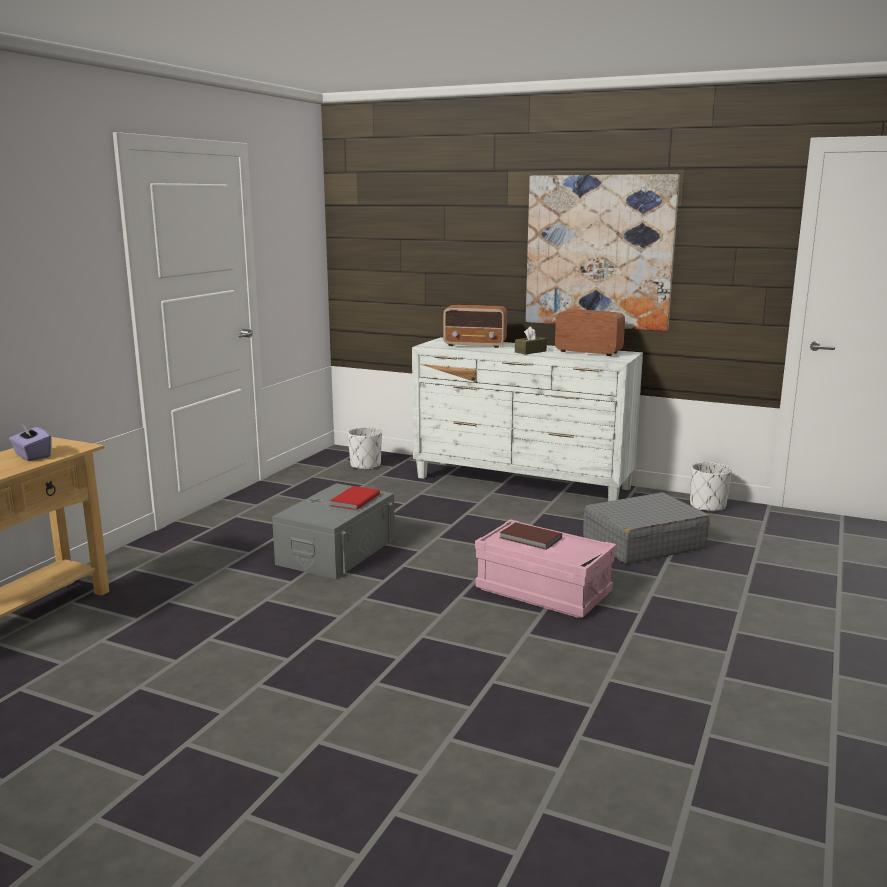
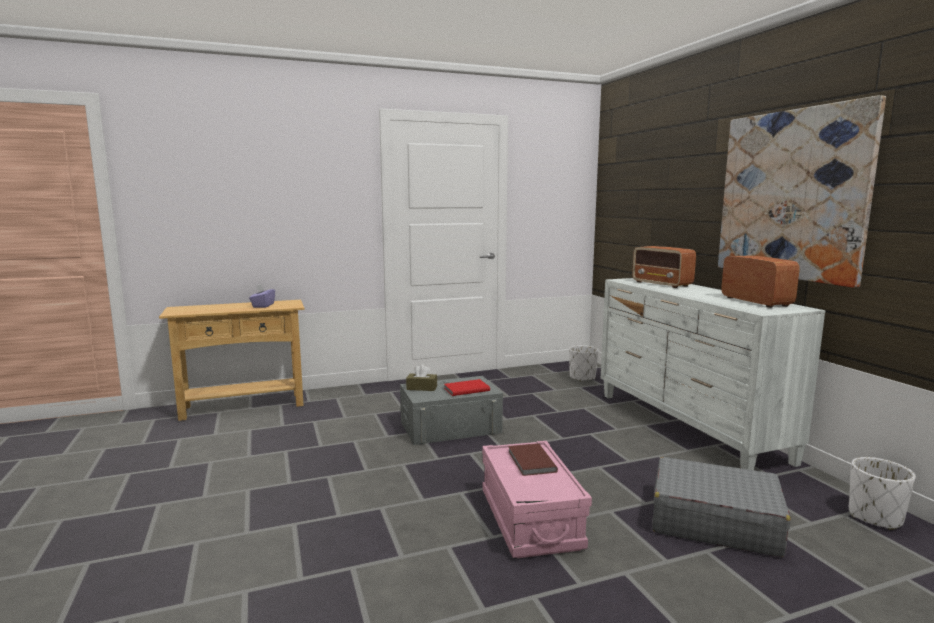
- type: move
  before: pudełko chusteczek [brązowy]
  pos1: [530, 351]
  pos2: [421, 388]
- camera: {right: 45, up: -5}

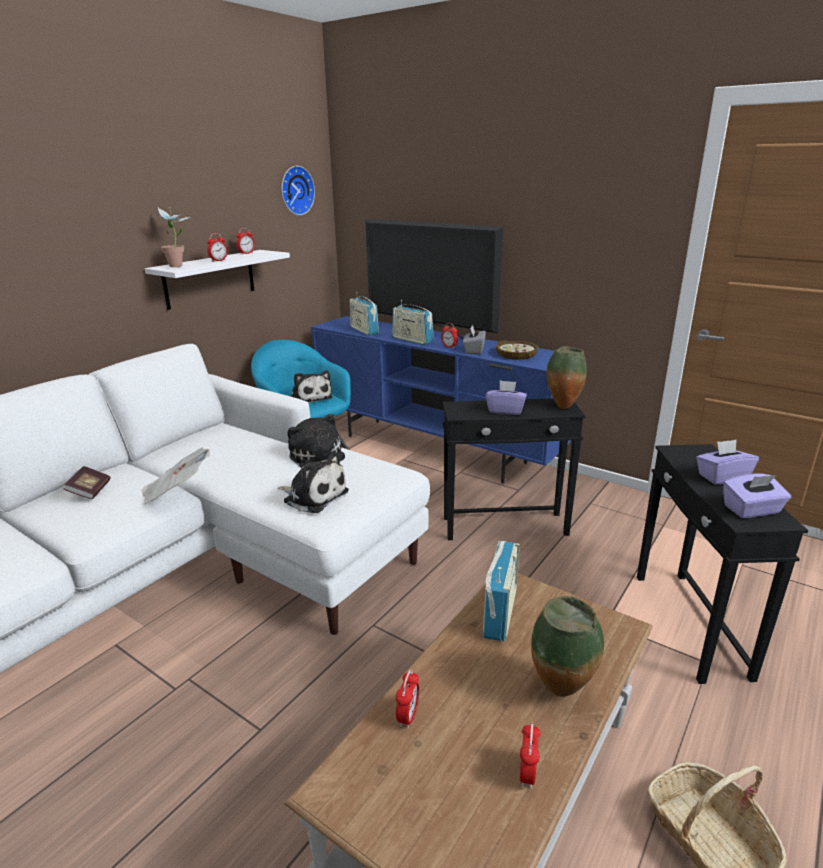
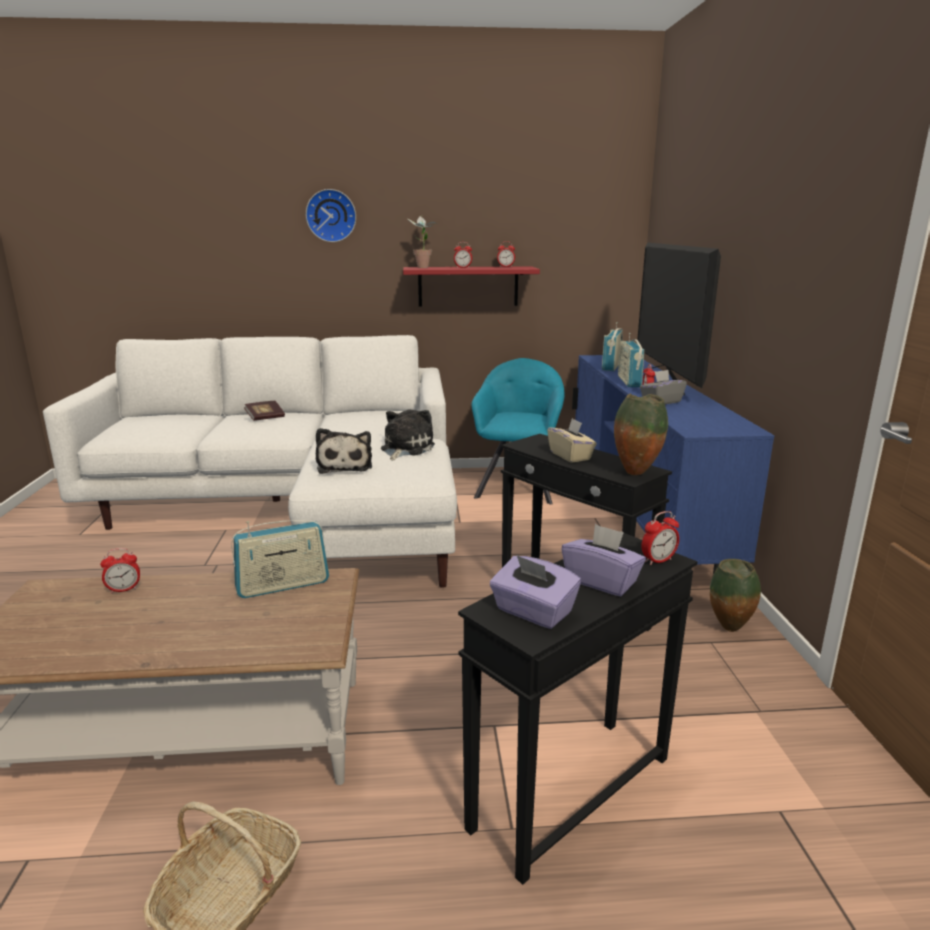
- type: delete
  before: gazeta
  pos1: [177, 492]
- type: recolor
  before: półka [biały]
  after: półka [czerwony]
  pos1: [210, 279]
  pos2: [468, 286]
- type: move
  before: zegar ścienny
  pos1: [295, 190]
  pos2: [331, 216]
- type: delete
  before: pluszak
  pos1: [310, 398]
- type: recolor
  before: pudełko chusteczek [fioletowy]
  after: pudełko chusteczek [beżowy]
  pos1: [505, 410]
  pos2: [570, 456]
- type: delete
  before: miska
  pos1: [516, 354]
- type: move
  before: budzik
  pos1: [527, 773]
  pos2: [658, 561]
- type: move
  before: wazon
  pos1: [562, 693]
  pos2: [729, 630]
- camera: {right: 50, up: -5}

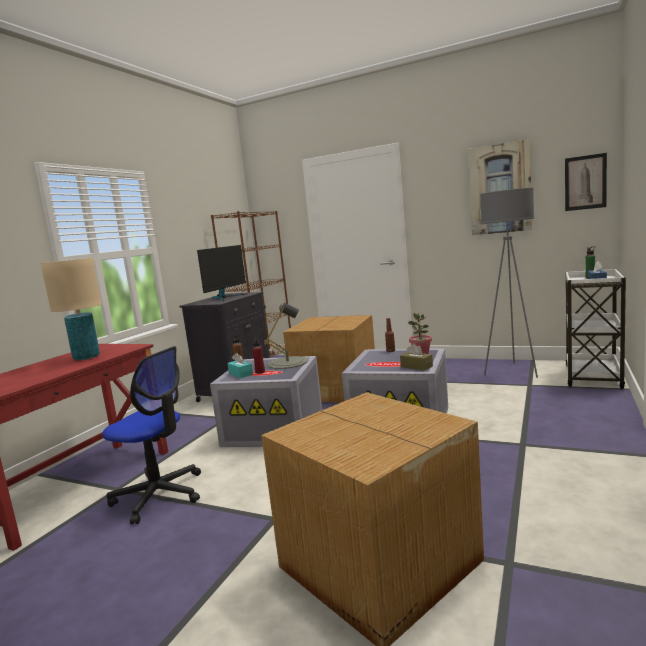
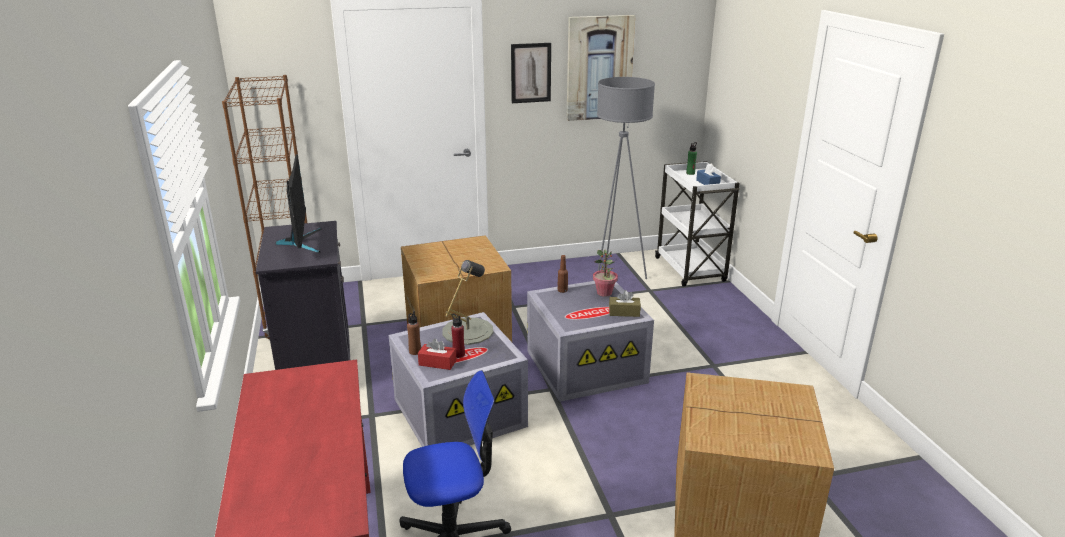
- type: delete
  before: lampa stołowa [beżowy]
  pos1: [86, 357]
- type: recolor
  before: pudełko chusteczek [turkusowy]
  after: pudełko chusteczek [czerwony]
  pos1: [240, 374]
  pos2: [437, 363]
- type: move
  before: obraz
  pos1: [585, 182]
  pos2: [531, 73]
- camera: {right: -40, up: 15}

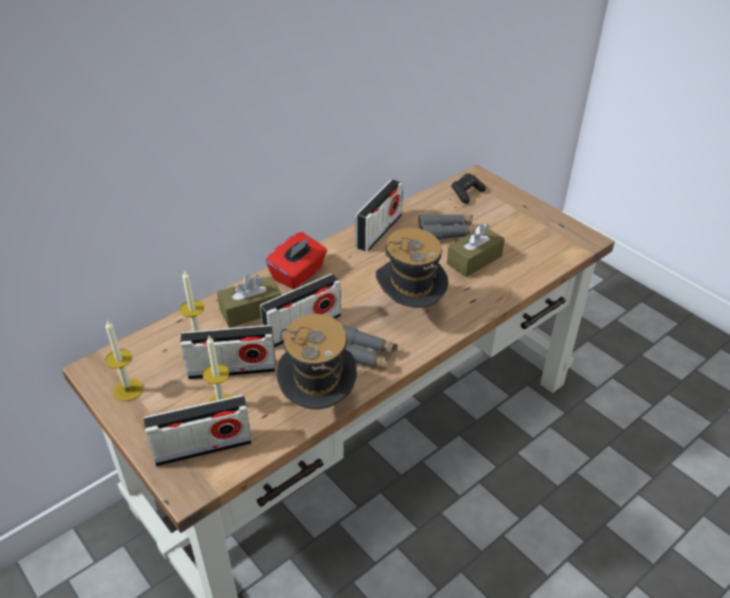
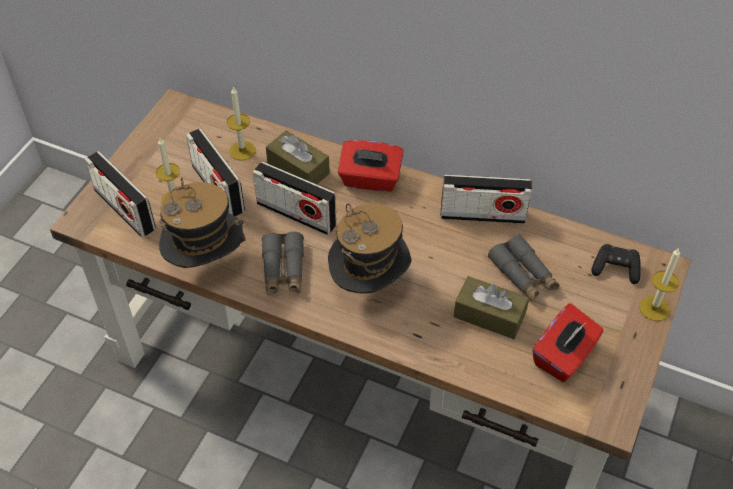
- type: move
  before: świeca
  pos1: [128, 390]
  pos2: [654, 308]
- type: insert
  after: pudełko chusteczek [czerwony]
  pos2: [564, 356]
- camera: {right: 65, up: 10}

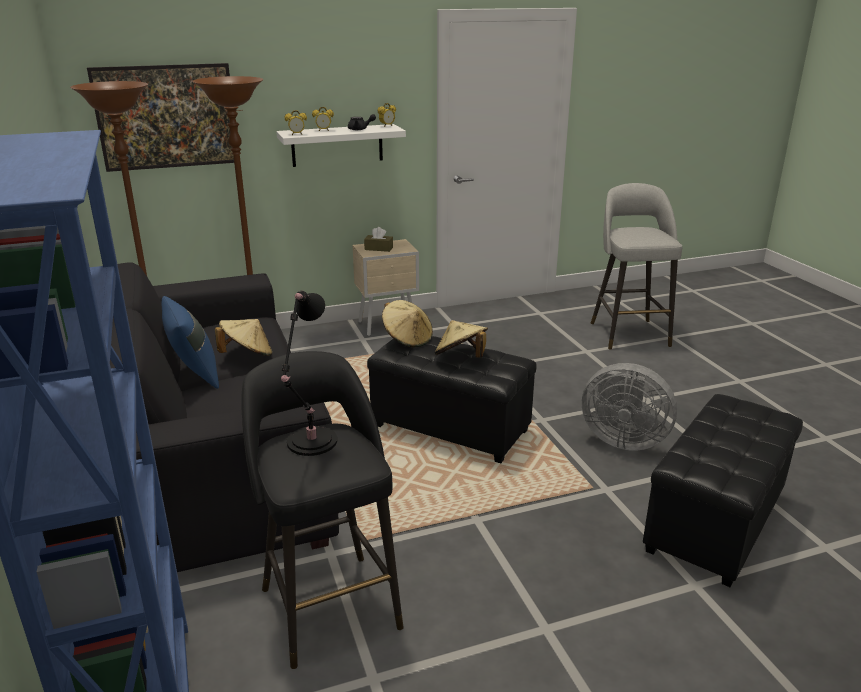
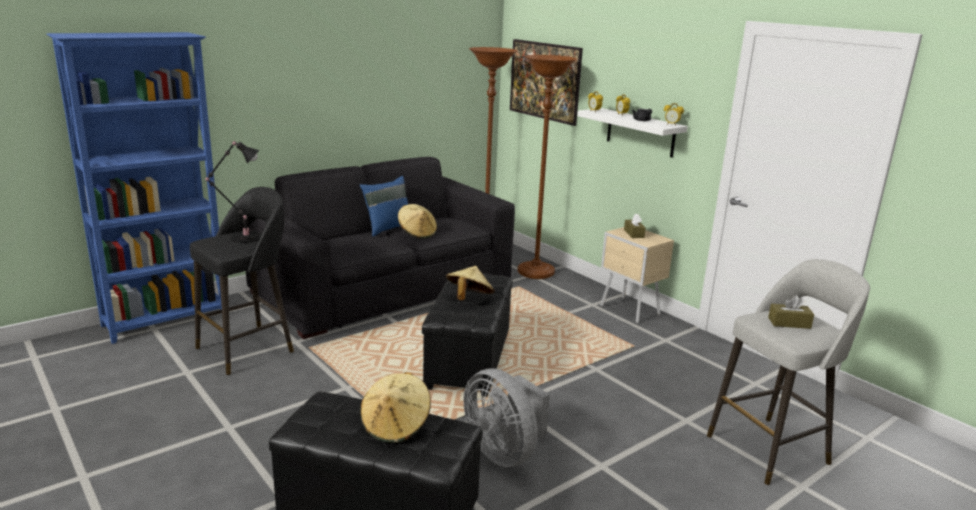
- type: move
  before: kapelusz [beżowy]
  pos1: [407, 339]
  pos2: [396, 426]
- type: rotate
  before: wentylator [szary]
  pos1: [622, 439]
  pos2: [504, 452]
  turn: -45
- type: insert
  after: pudełko chusteczek [brązowy]
  pos2: [789, 323]
- camera: {right: 70, up: -5}

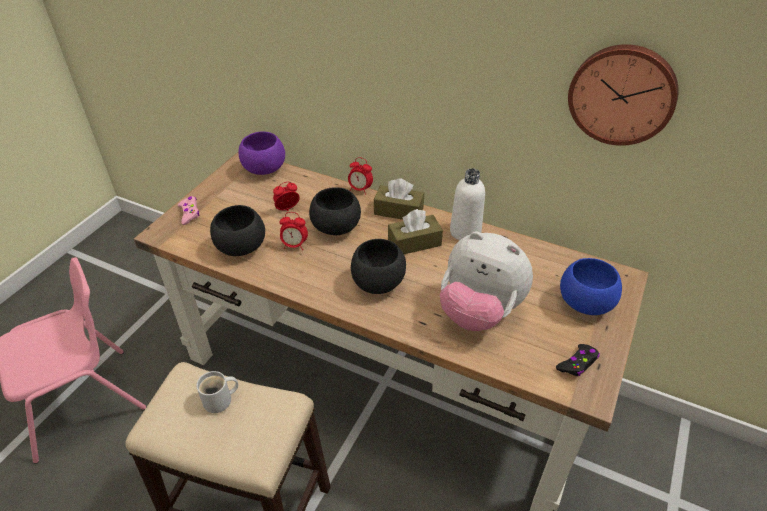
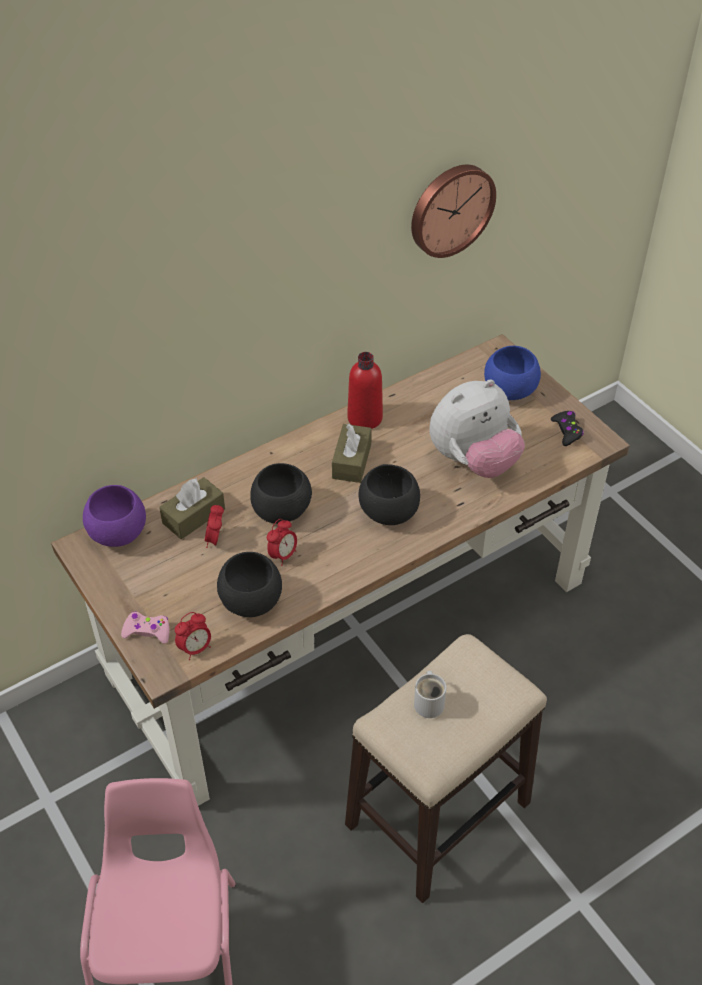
- type: move
  before: budzik
  pos1: [360, 189]
  pos2: [195, 648]
- type: move
  before: pudełko chusteczek [brązowy]
  pos1: [398, 211]
  pos2: [193, 516]
- type: recolor
  before: butelka [biały]
  after: butelka [czerwony]
  pos1: [465, 232]
  pos2: [365, 418]
- camera: {right: -60, up: 5}

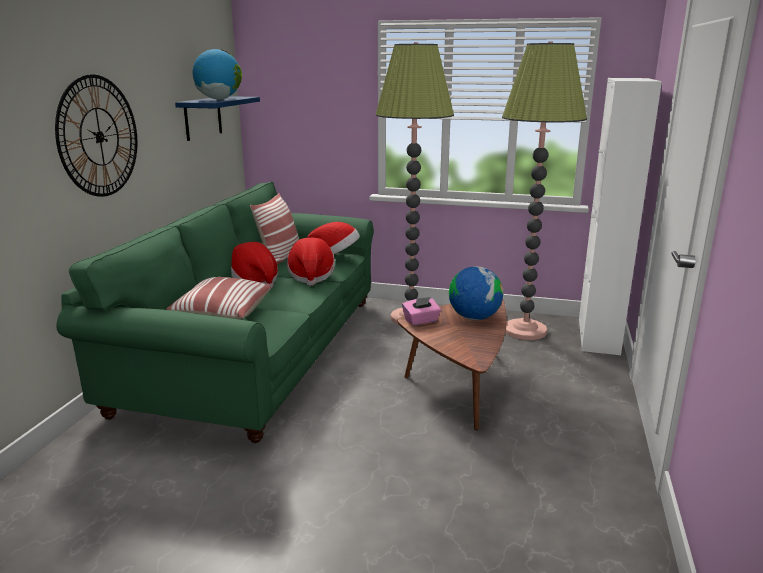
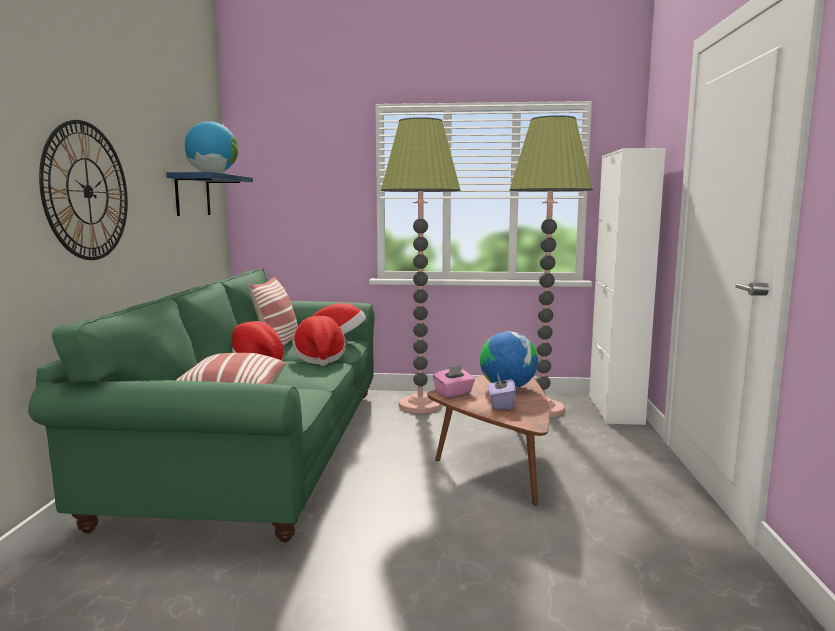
- type: insert
  after: pudełko chusteczek [fioletowy]
  pos2: [501, 404]
- camera: {right: -10, up: -10}

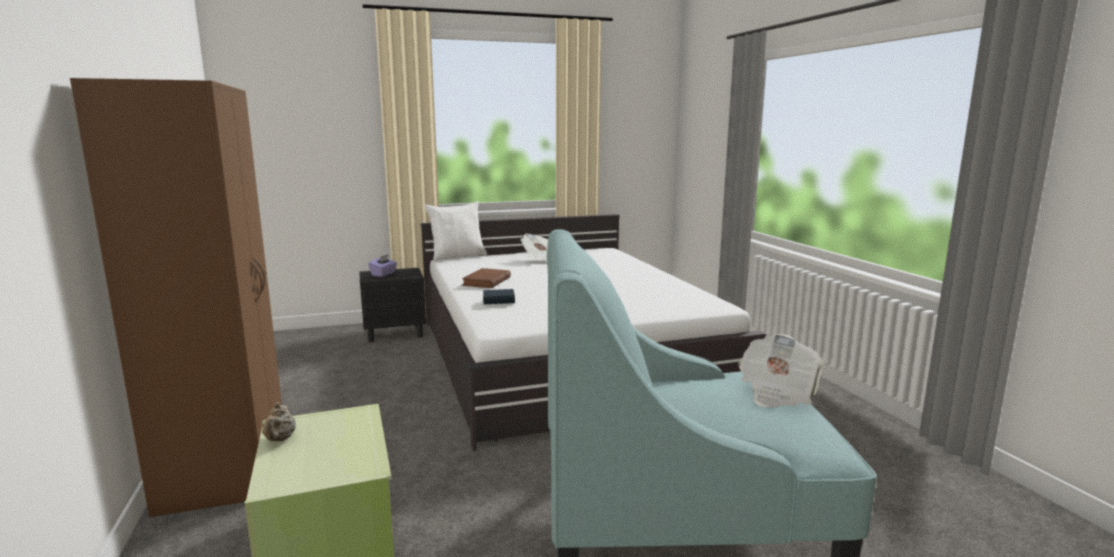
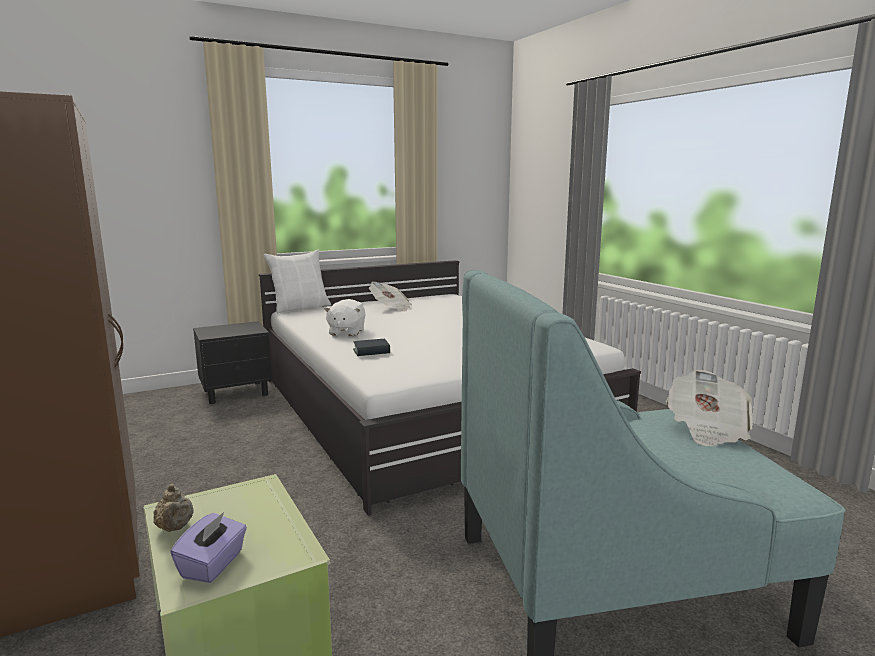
- type: move
  before: pudełko chusteczek [fioletowy]
  pos1: [384, 274]
  pos2: [213, 564]
- type: replace
  before: książka [brązowy]
  after: pluszak [biały]
  pos1: [486, 281]
  pos2: [346, 332]
- camera: {right: -10, up: 0}

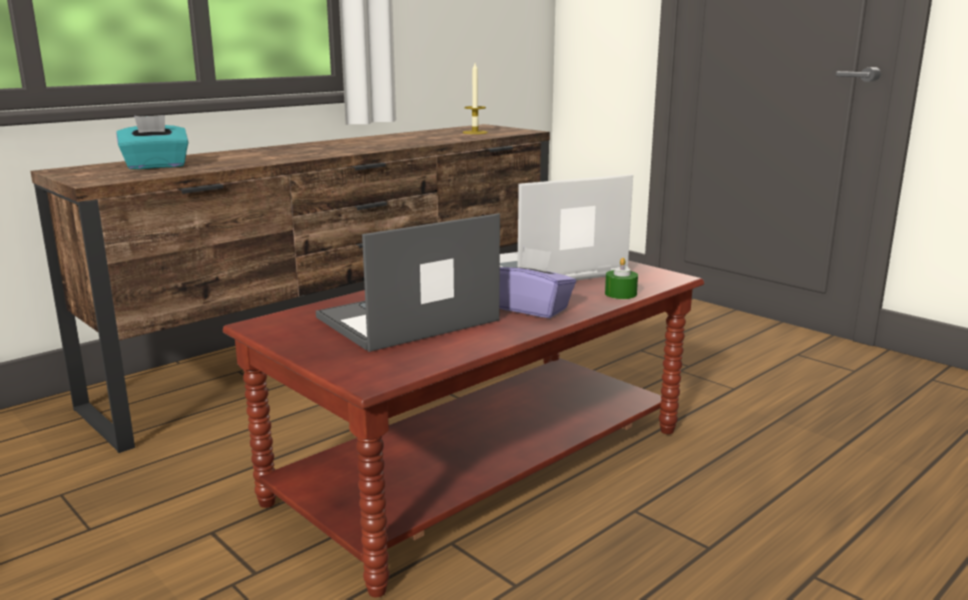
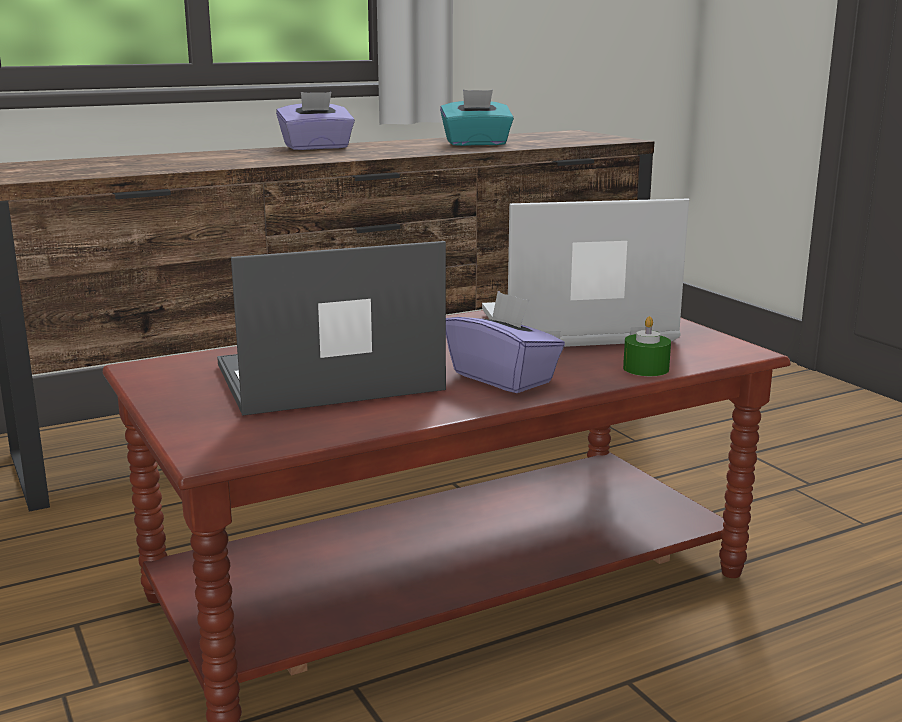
- type: move
  before: pudełko chusteczek [turkusowy]
  pos1: [156, 166]
  pos2: [476, 143]
- type: delete
  before: świeca
  pos1: [475, 132]
- type: insert
  after: pudełko chusteczek [fioletowy]
  pos2: [317, 147]
- camera: {right: 15, up: 0}

